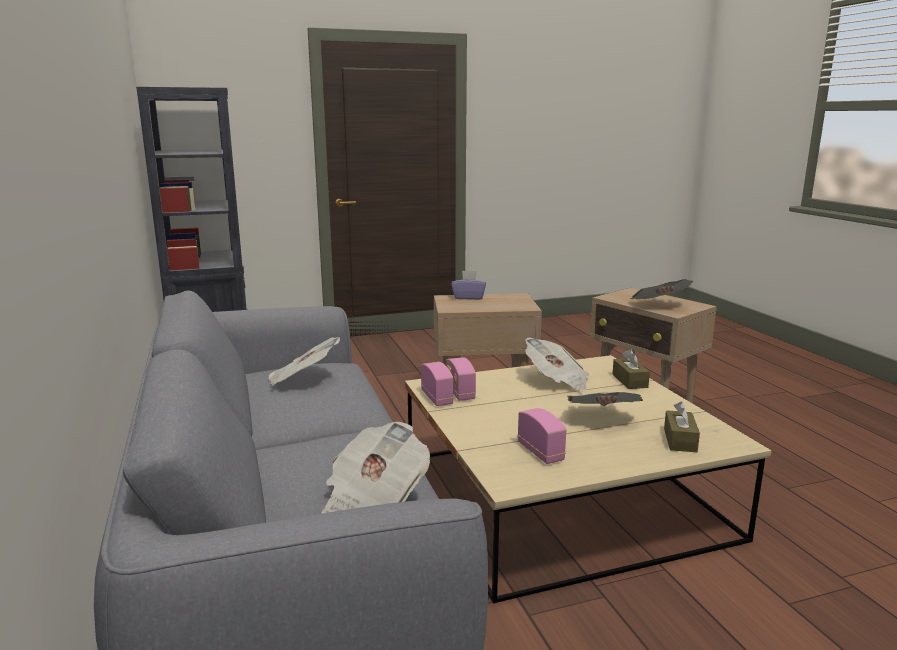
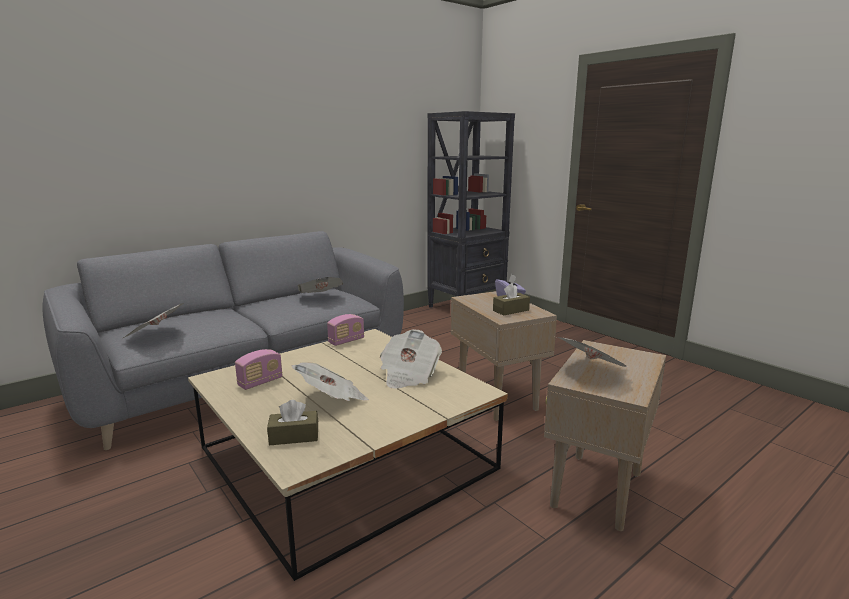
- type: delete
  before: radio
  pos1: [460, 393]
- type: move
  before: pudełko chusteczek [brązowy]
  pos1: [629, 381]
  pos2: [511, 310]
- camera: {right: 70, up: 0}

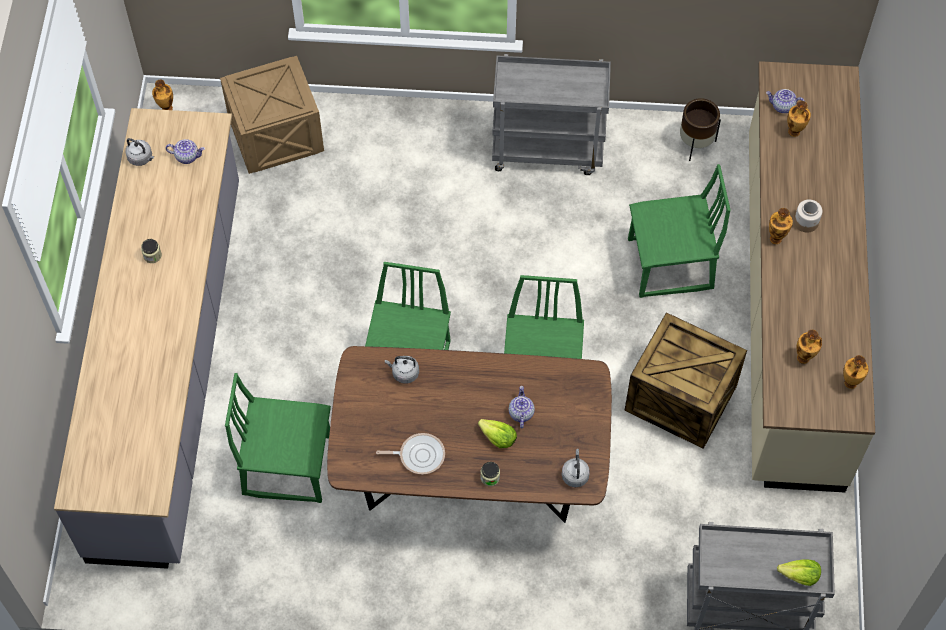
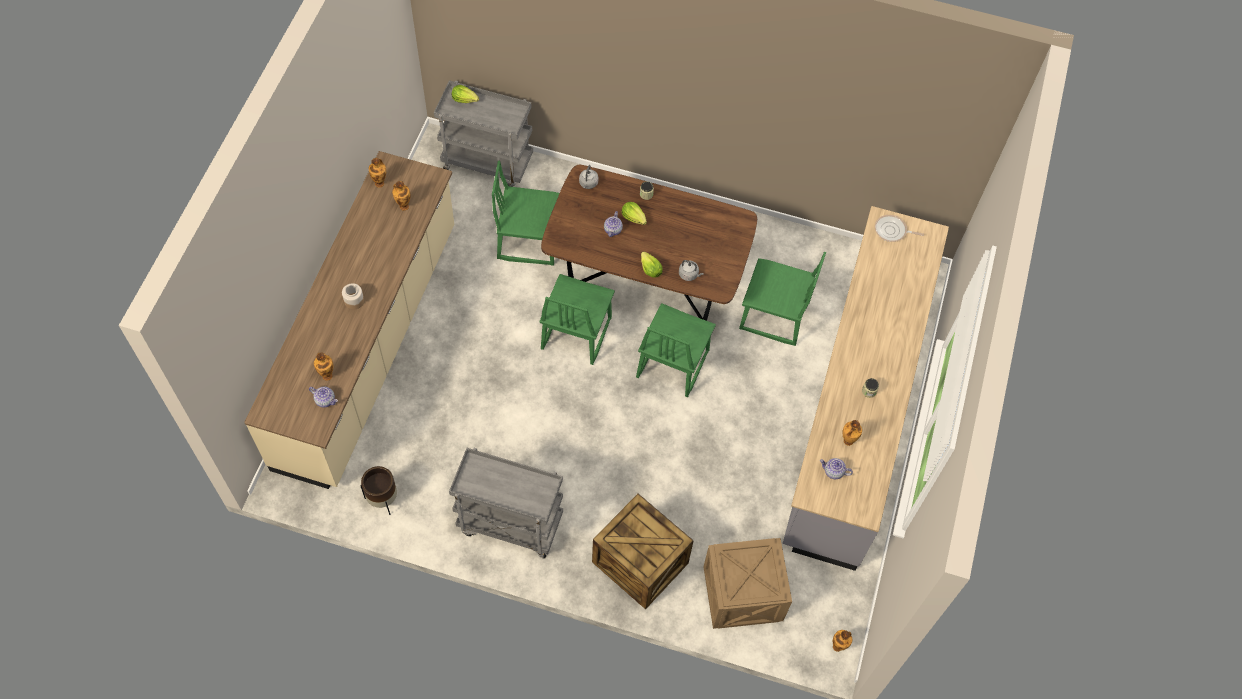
- type: delete
  before: czajnik [szary]
  pos1: [141, 158]
- type: move
  before: patelnia
  pos1: [419, 455]
  pos2: [892, 231]
- type: move
  before: skrzynka
  pos1: [679, 399]
  pos2: [641, 562]
- type: move
  before: krzesło [zielony]
  pos1: [670, 265]
  pos2: [529, 240]
- type: move
  before: wazon
  pos1: [776, 238]
  pos2: [847, 441]
- type: insert
  after: sałata
  pos2: [650, 269]
- camera: {right: -170, up: 0}

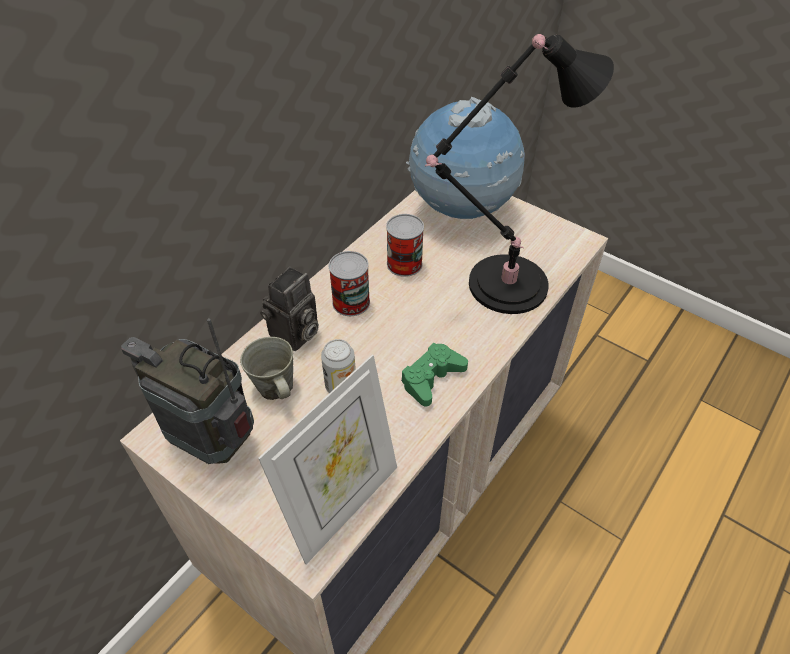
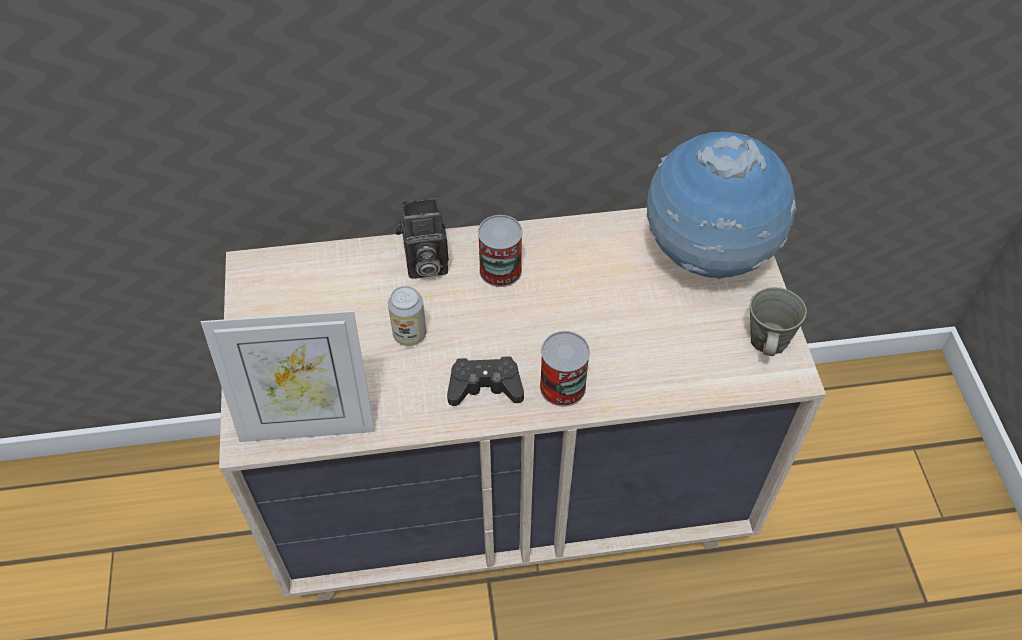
- type: delete
  before: radio
  pos1: [215, 442]
- type: move
  before: kubek [szary]
  pos1: [275, 388]
  pos2: [767, 342]
- type: move
  before: puszka
  pos1: [404, 264]
  pos2: [562, 386]
- type: recolor
  before: pad do gier [zielony]
  after: pad do gier [czarny]
  pos1: [431, 378]
  pos2: [485, 386]
- type: delete
  before: lampa stołowa [czarny]
  pos1: [500, 285]
- camera: {right: 45, up: 5}

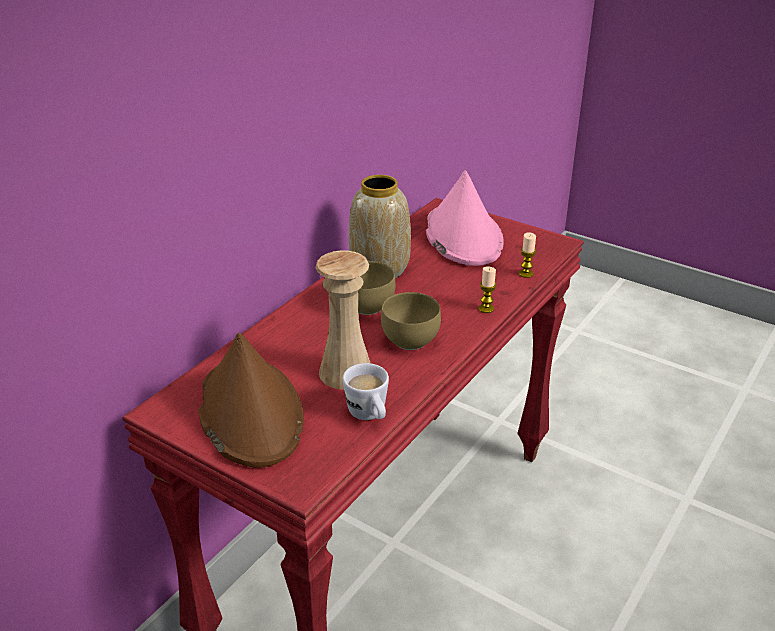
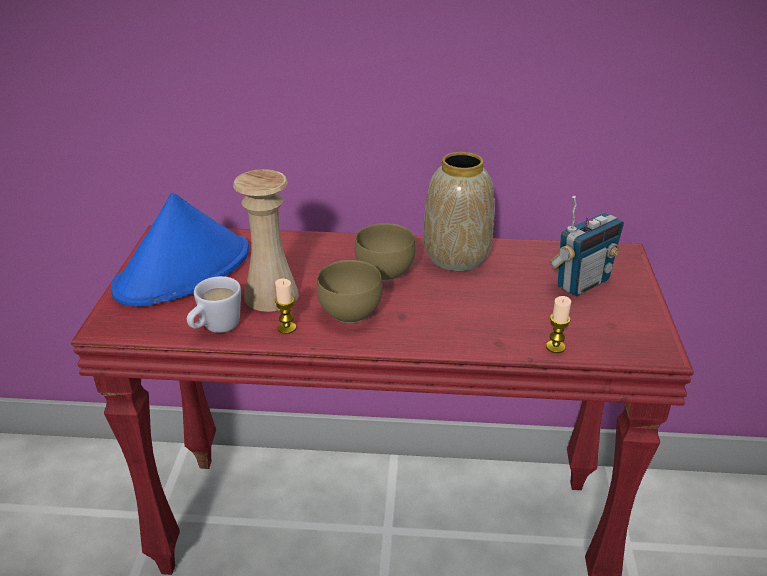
- type: recolor
  before: kapelusz [brązowy]
  after: kapelusz [niebieski]
  pos1: [249, 412]
  pos2: [184, 271]
- type: replace
  before: kapelusz [różowy]
  after: radio
  pos1: [462, 236]
  pos2: [581, 283]
- type: move
  before: świeca
  pos1: [486, 308]
  pos2: [287, 328]
- camera: {right: 60, up: 0}

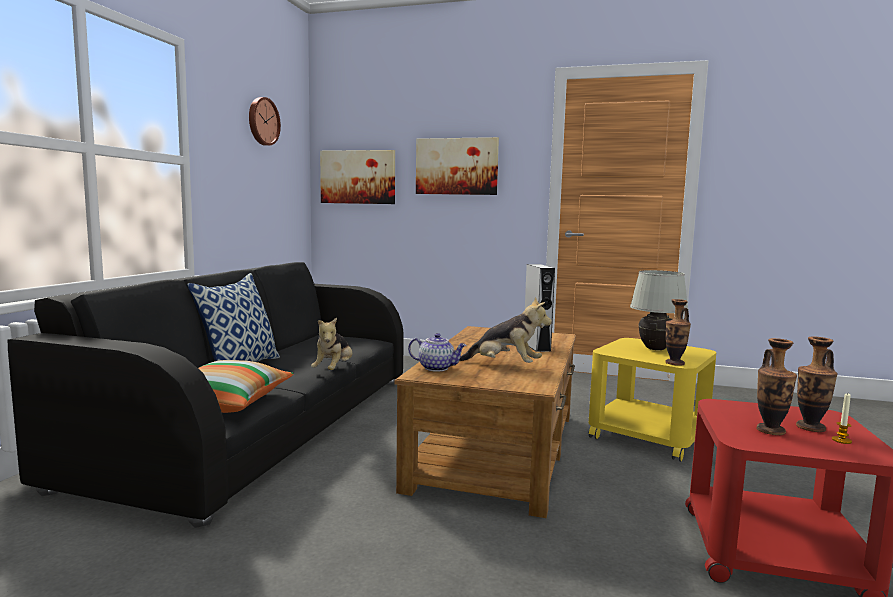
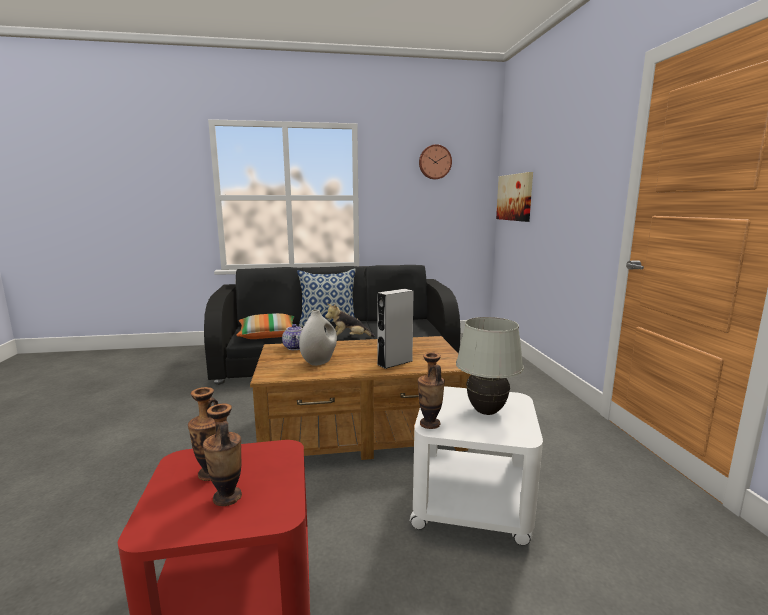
- type: delete
  before: obraz
  pos1: [457, 166]
- type: replace
  before: pluszak
  after: wazon [biały]
  pos1: [505, 366]
  pos2: [319, 361]
- type: recolor
  before: stolik [żółty]
  after: stolik [biały]
  pos1: [648, 435]
  pos2: [472, 502]
- type: delete
  before: świeca
  pos1: [841, 440]
- camera: {right: 65, up: 5}

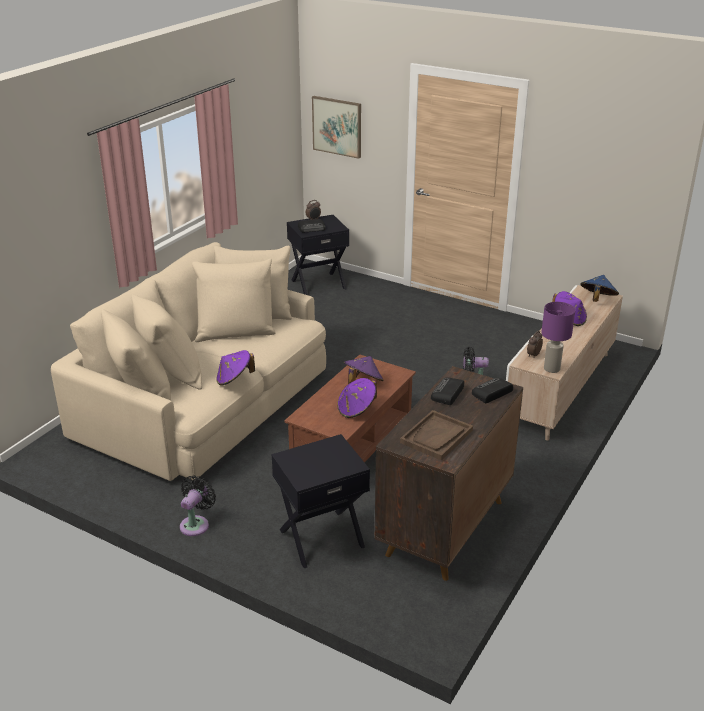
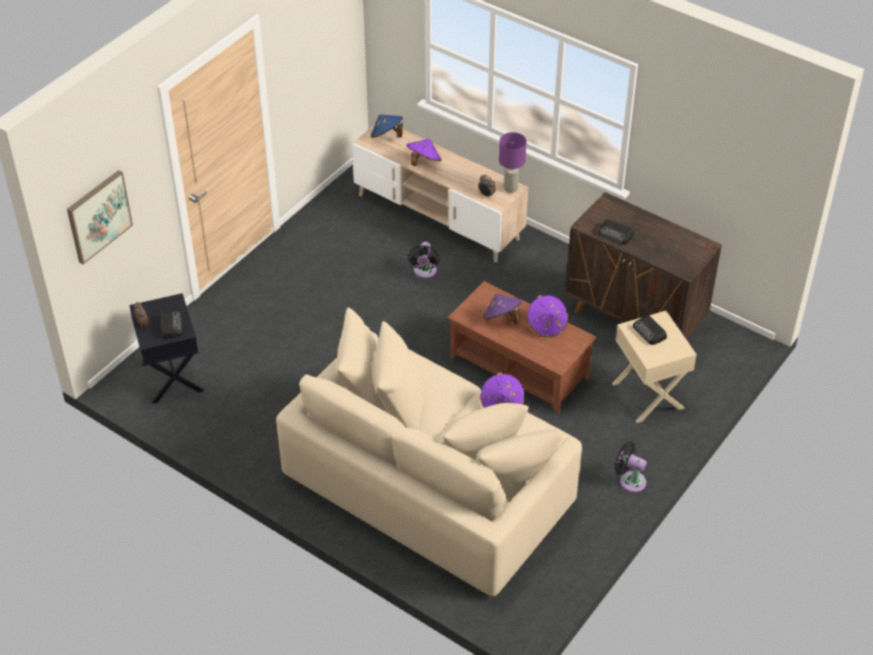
- type: recolor
  before: stolik [czarny]
  after: stolik [beżowy]
  pos1: [321, 537]
  pos2: [647, 396]
- type: delete
  before: taca [brązowy]
  pos1: [436, 437]
- type: move
  before: radio
  pos1: [491, 393]
  pos2: [649, 332]
- camera: {right: -85, up: 15}

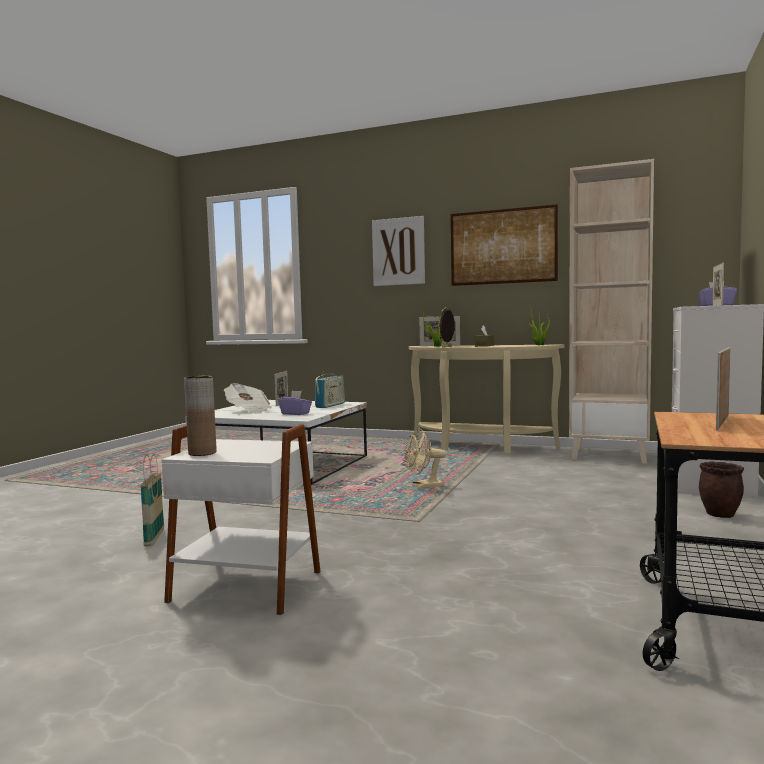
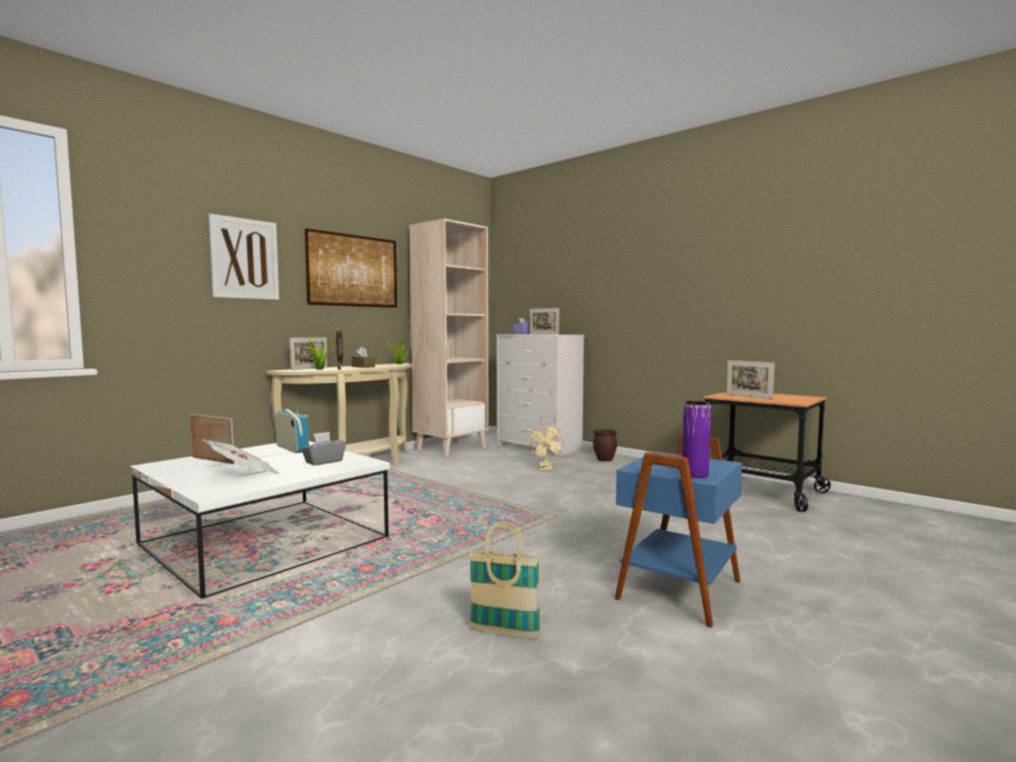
- type: recolor
  before: stolik [biały]
  after: stolik [niebieski]
  pos1: [247, 584]
  pos2: [676, 589]
- type: recolor
  before: wazon [brązowy]
  after: wazon [fioletowy]
  pos1: [202, 453]
  pos2: [694, 474]
- type: recolor
  before: pudełko chusteczek [fioletowy]
  after: pudełko chusteczek [szary]
  pos1: [295, 413]
  pos2: [324, 461]
- type: move
  before: wentylator [beżowy]
  pos1: [423, 487]
  pos2: [546, 468]
- camera: {right: -70, up: 0}

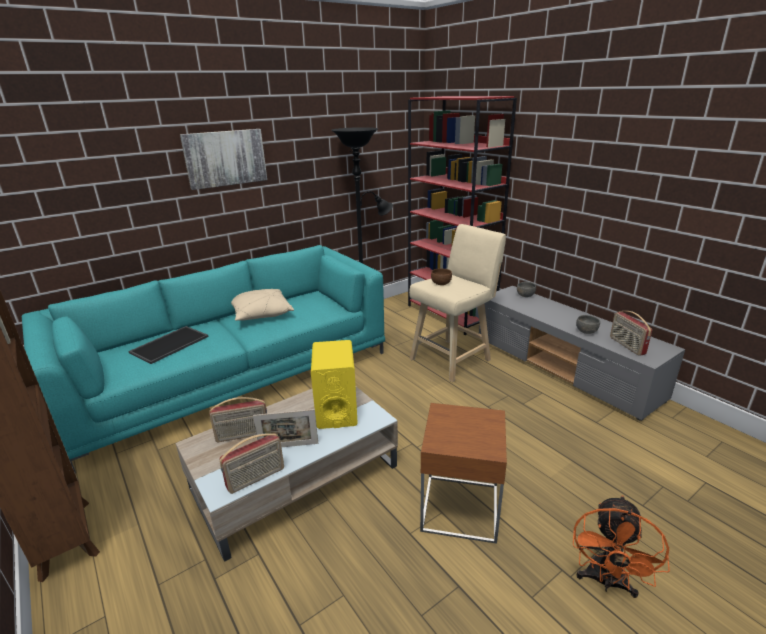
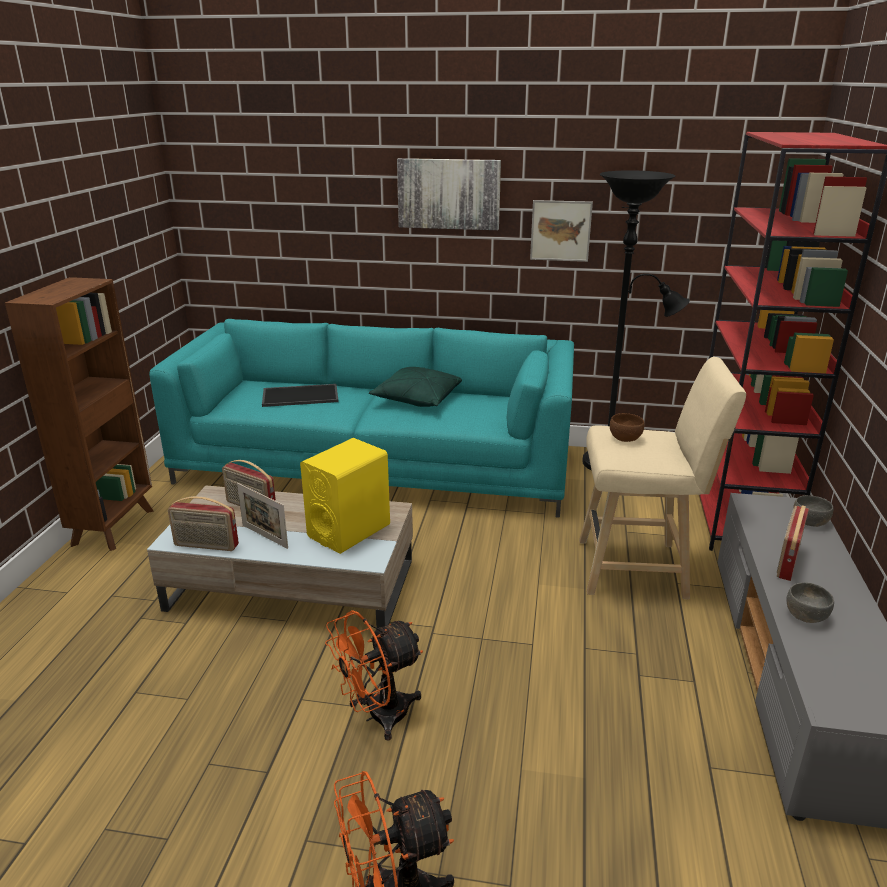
- type: recolor
  before: poduszka [beżowy]
  after: poduszka [zielony]
  pos1: [261, 314]
  pos2: [417, 399]
- type: replace
  before: stolik [brązowy]
  after: wentylator [pomarańczowy]
  pos1: [460, 507]
  pos2: [377, 716]
- type: move
  before: radio
  pos1: [626, 346]
  pos2: [787, 562]
- type: insert
  after: obraz
  pos2: [560, 230]
- camera: {right: 45, up: 0}

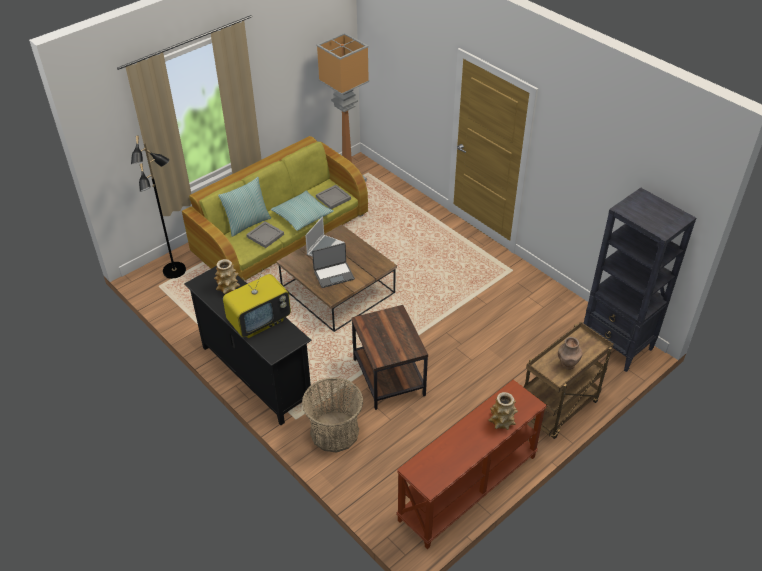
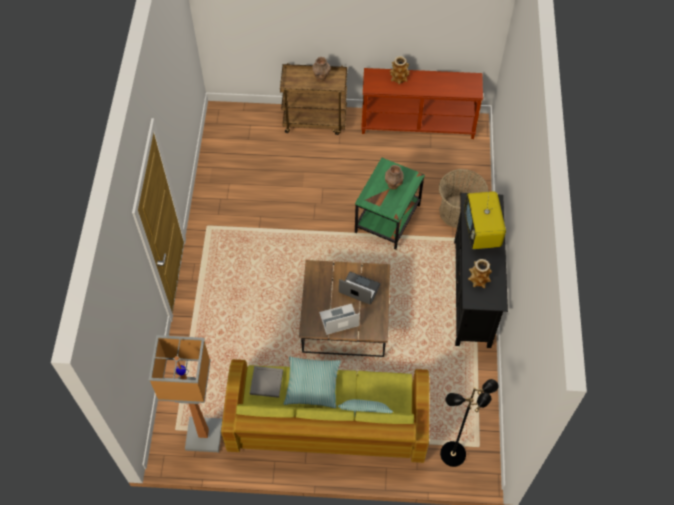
- type: rotate
  before: telewizor
  pos1: [259, 321]
  pos2: [481, 232]
  turn: -105
- type: delete
  before: taca [szary]
  pos1: [265, 235]
- type: recolor
  before: stolik [brązowy]
  after: stolik [zielony]
  pos1: [389, 377]
  pos2: [387, 218]
- type: delete
  before: regał [czarny]
  pos1: [617, 345]
- type: insert
  after: wazon [brązowy]
  pos2: [393, 185]
- camera: {right: -135, up: 15}

